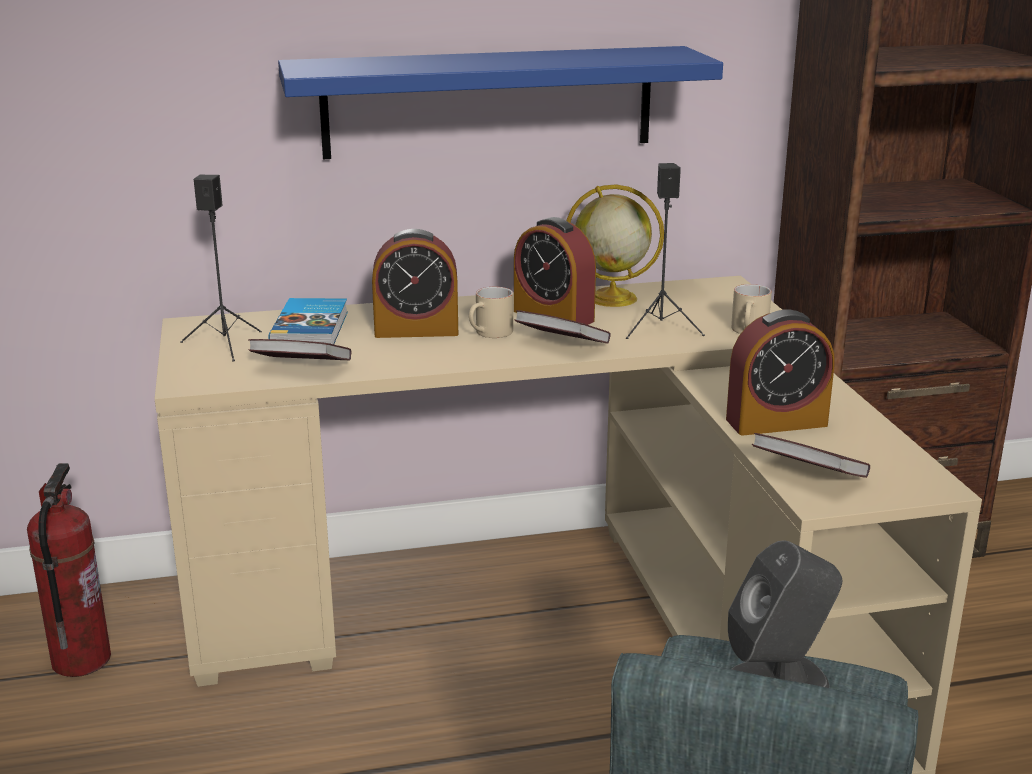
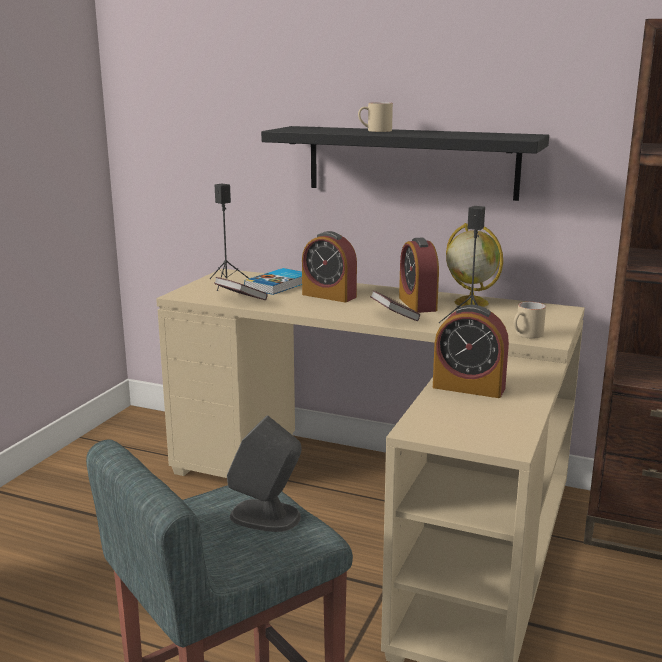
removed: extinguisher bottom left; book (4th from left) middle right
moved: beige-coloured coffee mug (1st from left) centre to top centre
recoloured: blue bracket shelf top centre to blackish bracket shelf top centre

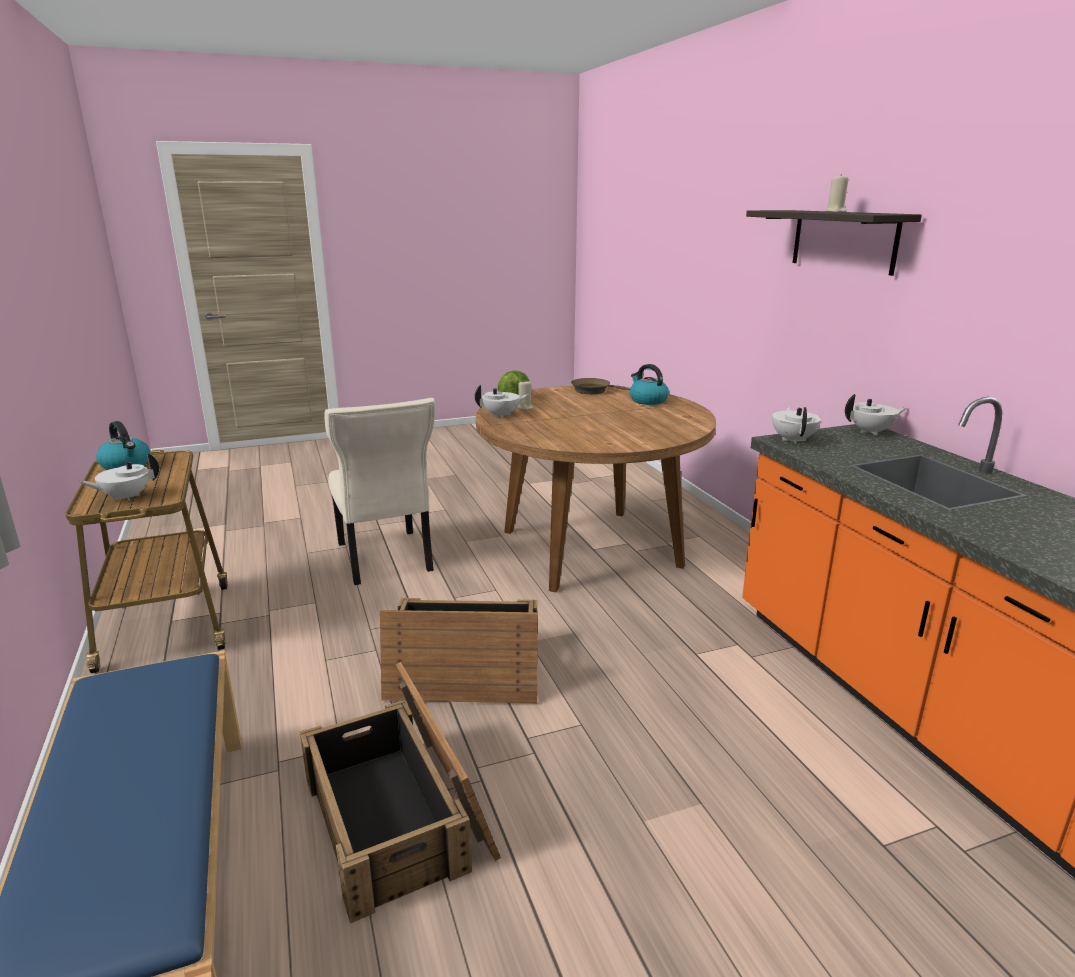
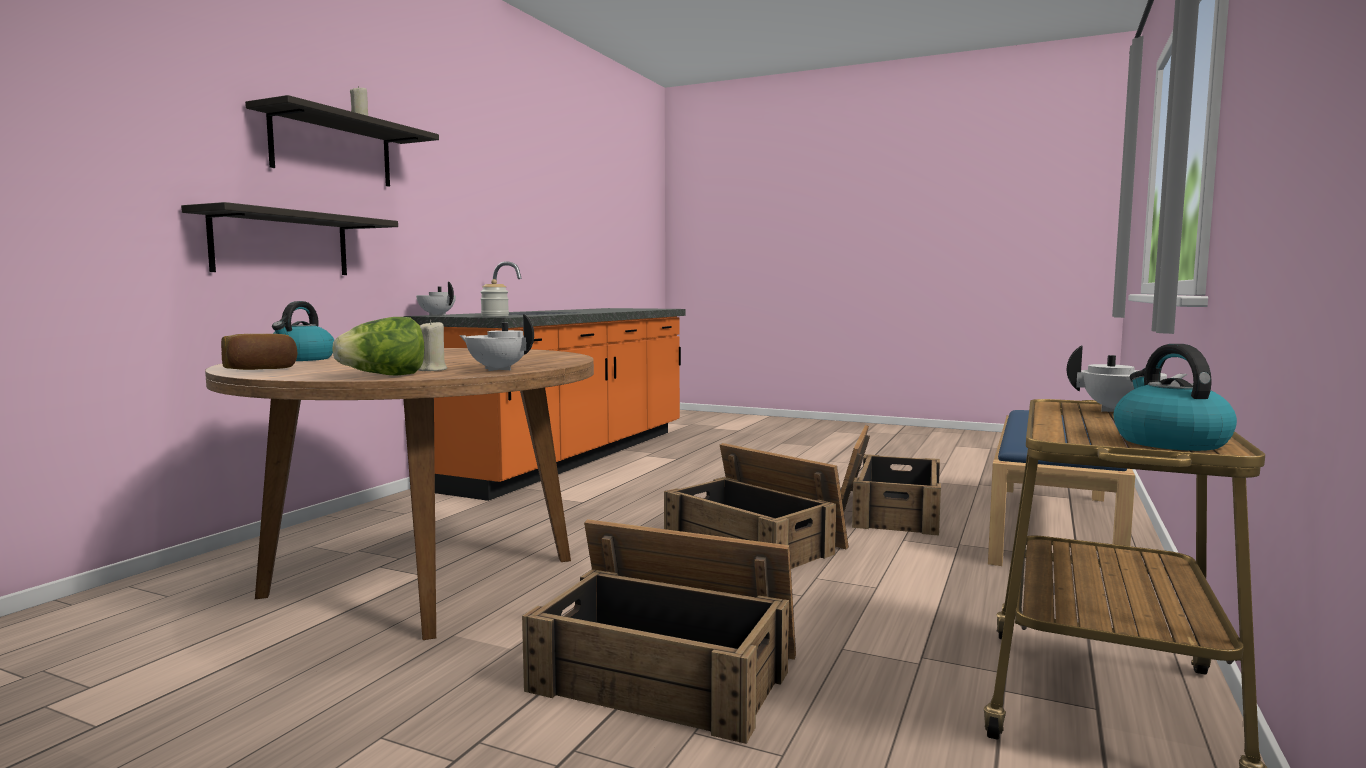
added: bracket shelf (1st from left) top left
replaced: beige-coloured plain chair centre to crate (1st from left) bottom centre; brown-coloured skillet centre to bakery bread middle left; white-coloured tea pot (3rd from left) middle right to storage jar centre

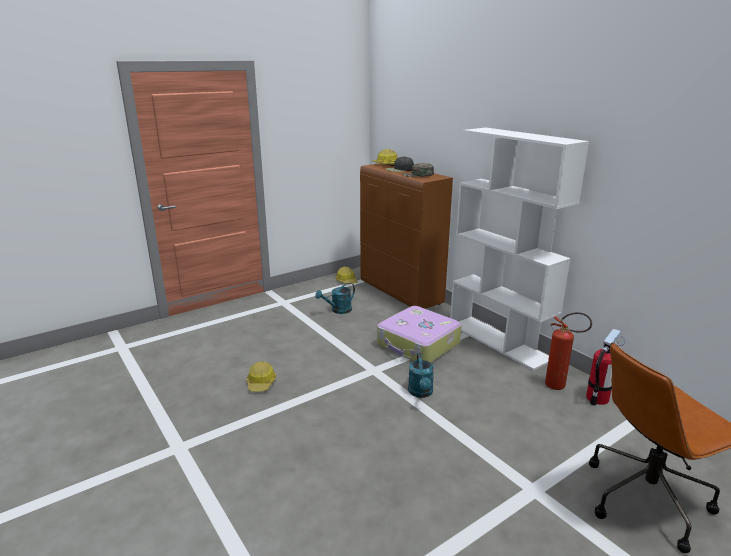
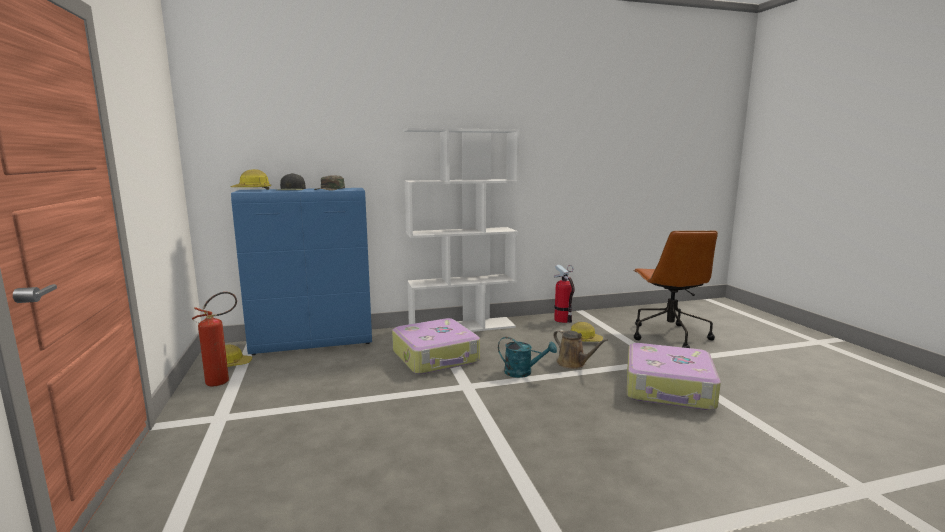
removed: blue-green sprinkling can (1st from left) centre
added: brown-coloured sprinkling can centre; travel case (2nd from left) bottom right
moved: work helmet (1st from left in the first image) bottom centre to work helmet (3rd from left) centre; extinguisher (1st from left) middle right to middle left
recoloured: brown-coloured cabinet centre to blue cabinet middle left

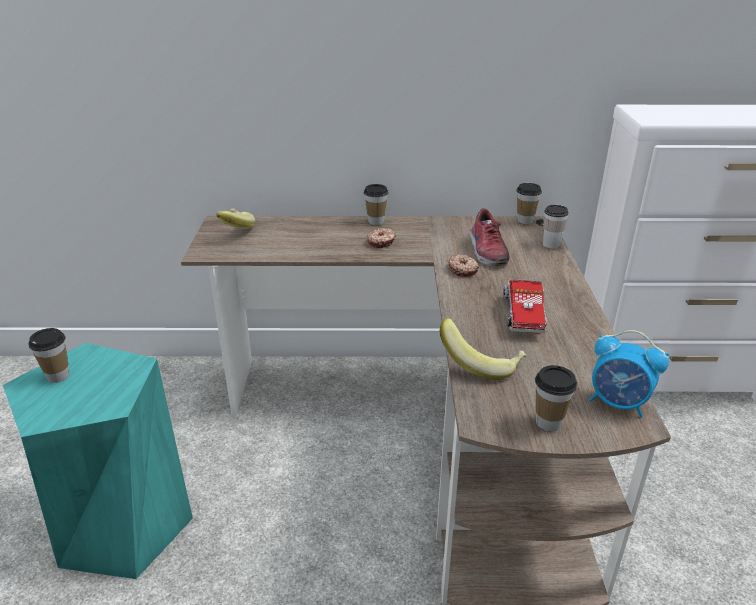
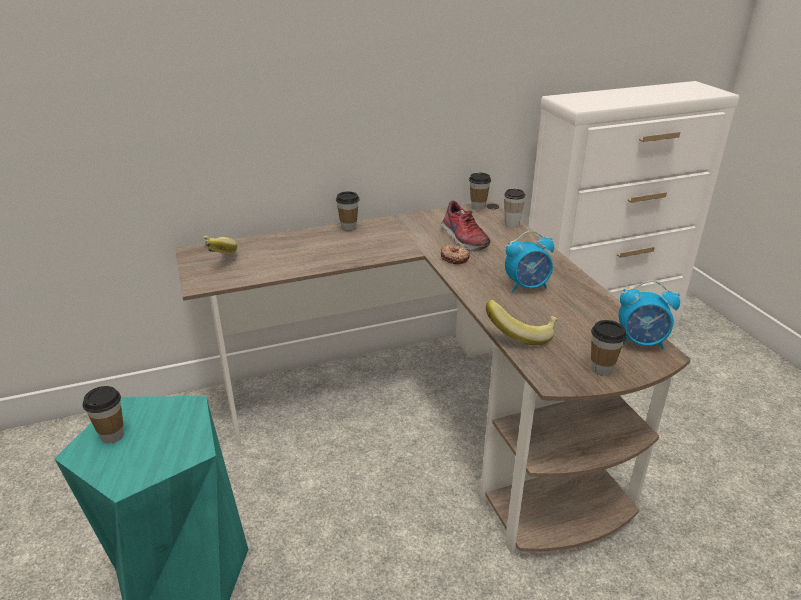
removed: ring doughnut (1st from left) centre
replaced: toy lorry middle right to table clock (1st from left) centre

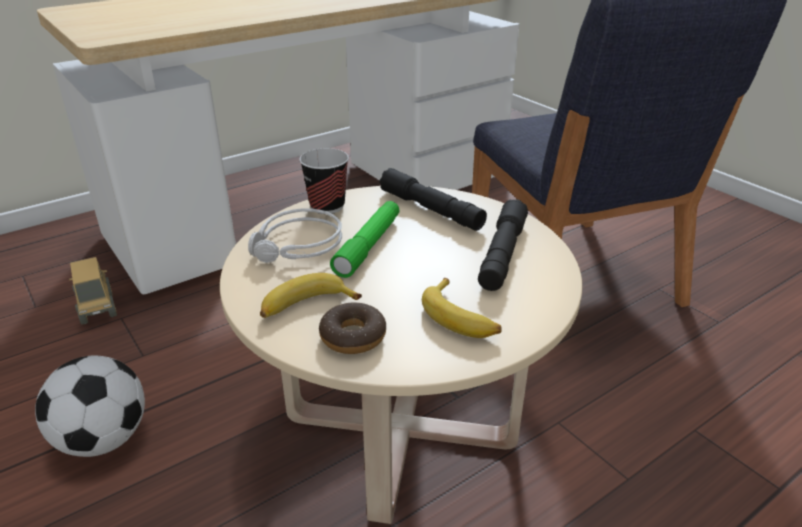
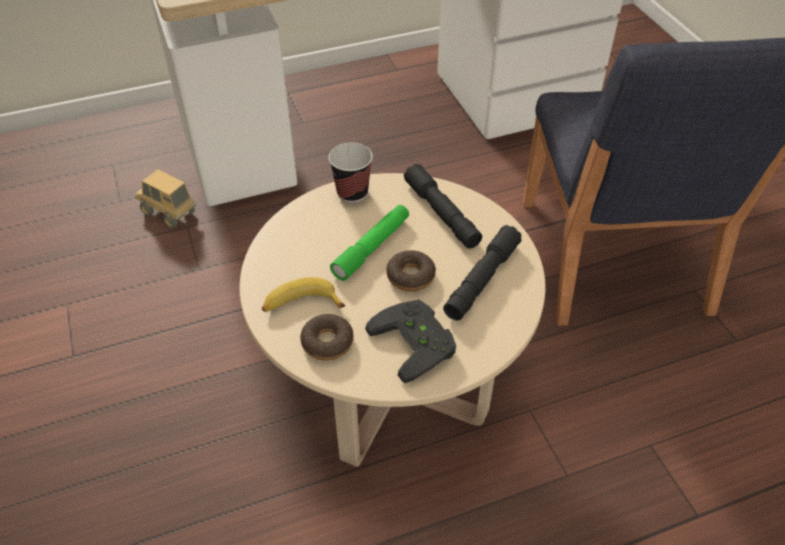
removed: football bottom left; gray headphones centre
added: ring doughnut (2nd from left) centre
replaced: banana (2nd from left) centre to blackish gamepad centre
turned: toy lorry middle left = middle left 45 degrees counterclockwise

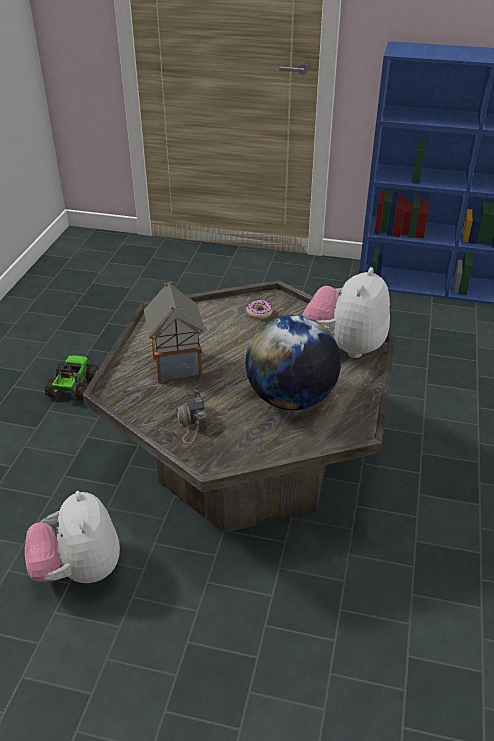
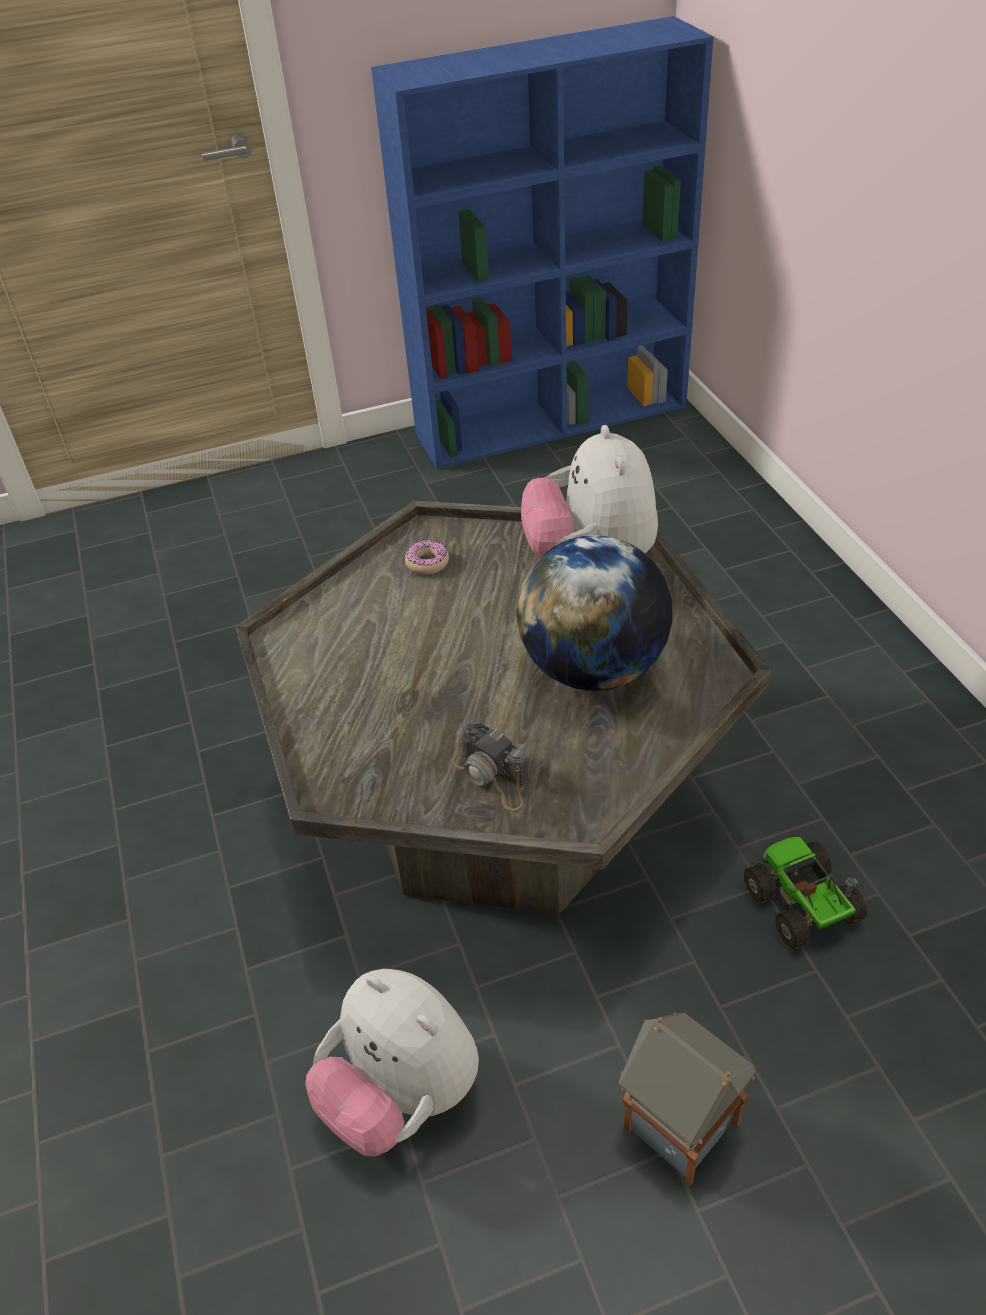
moved: toy lorry middle left to bottom right; miniature house centre to bottom right

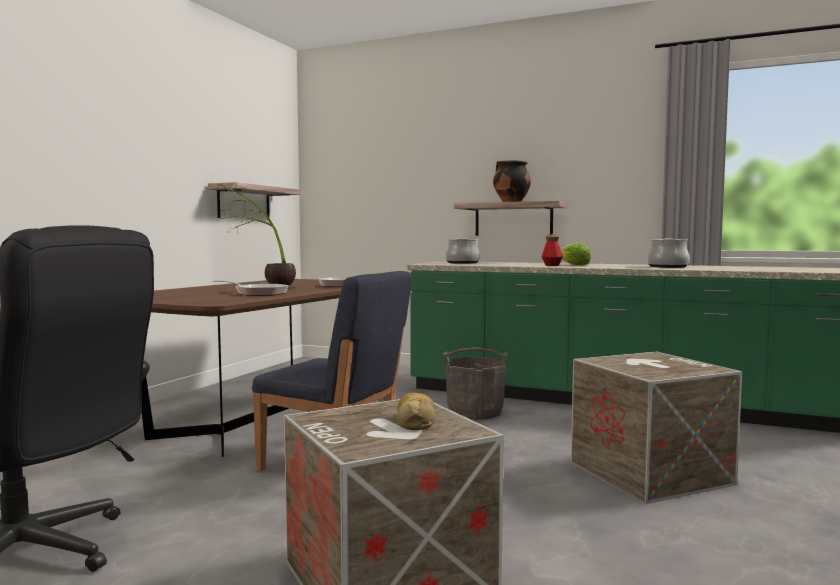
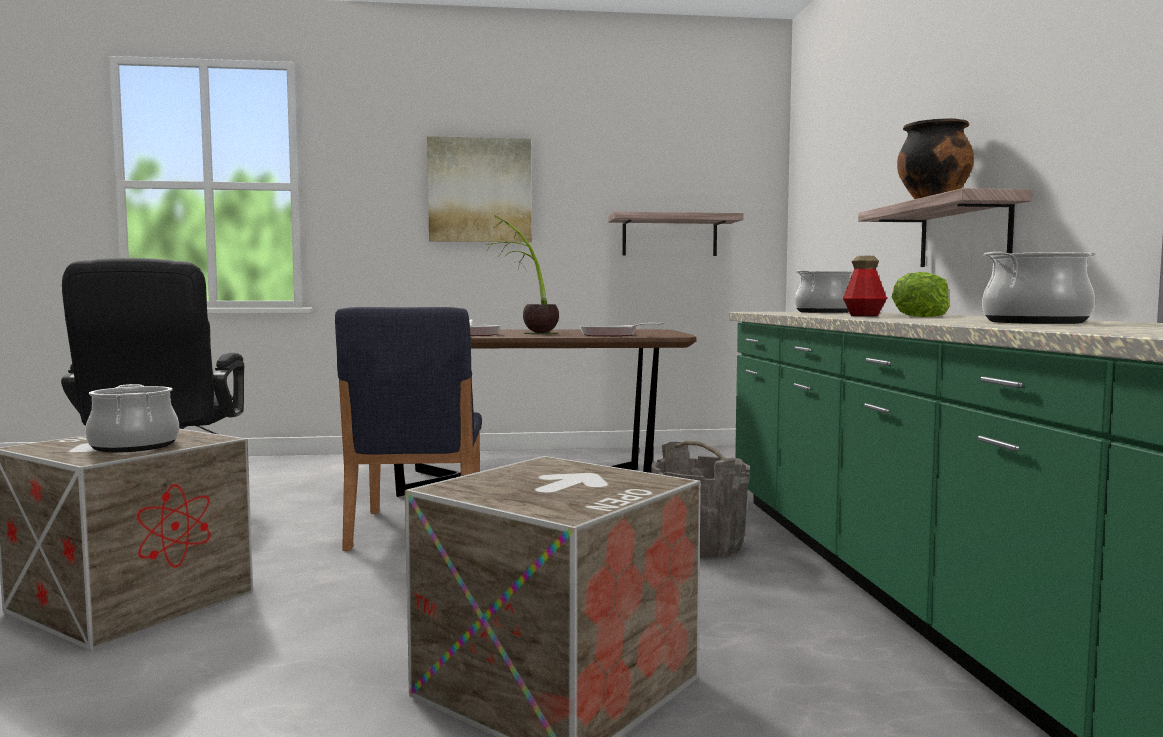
added: picture top centre
replaced: bakery bread bottom centre to cooking pot (1st from left) middle left

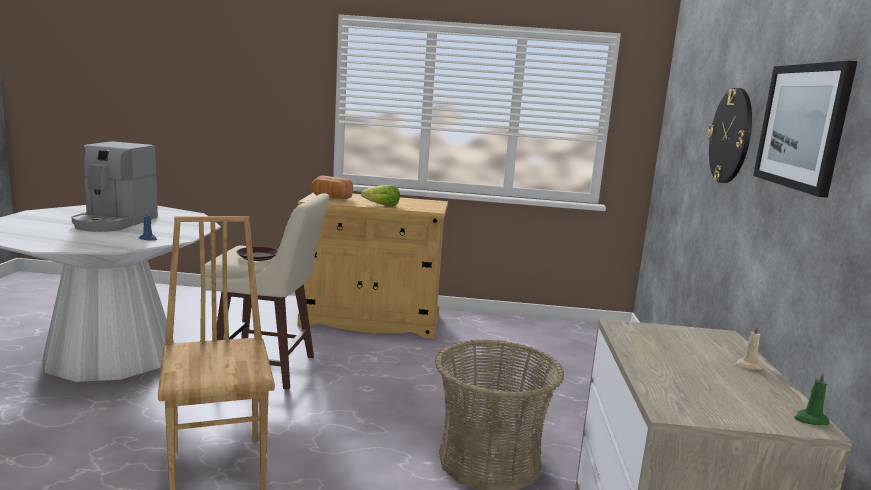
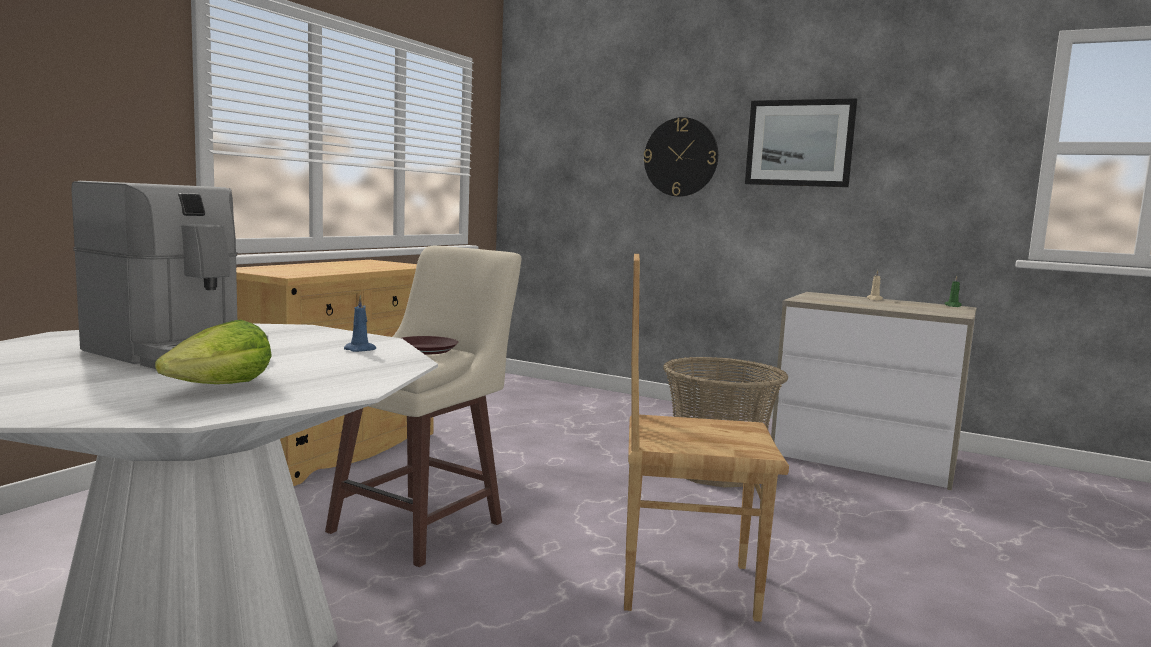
removed: bakery bread centre
moved: head of lettuce centre to middle left

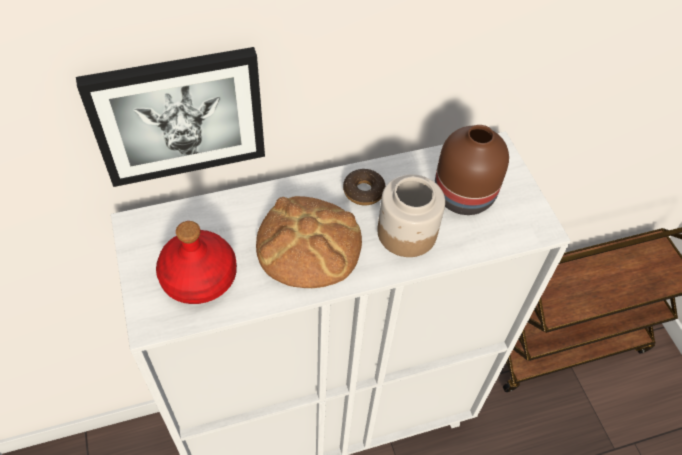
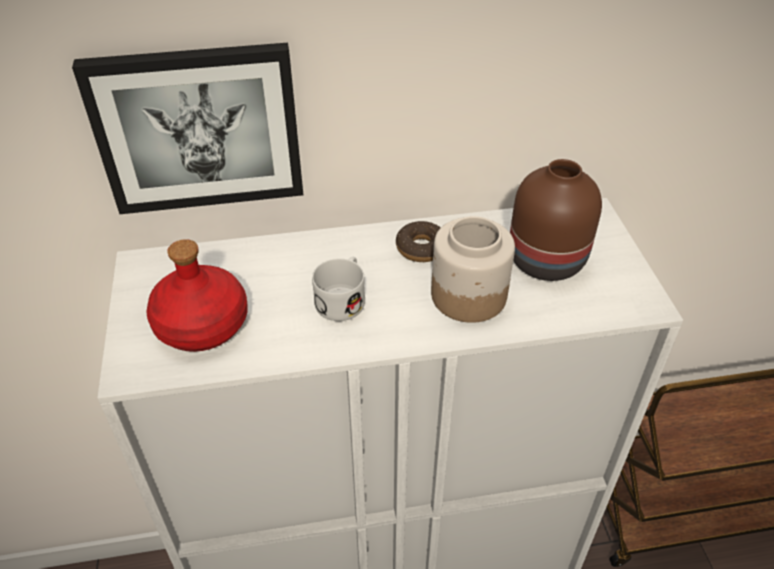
replaced: bakery bread centre to white-coloured coffee mug centre

